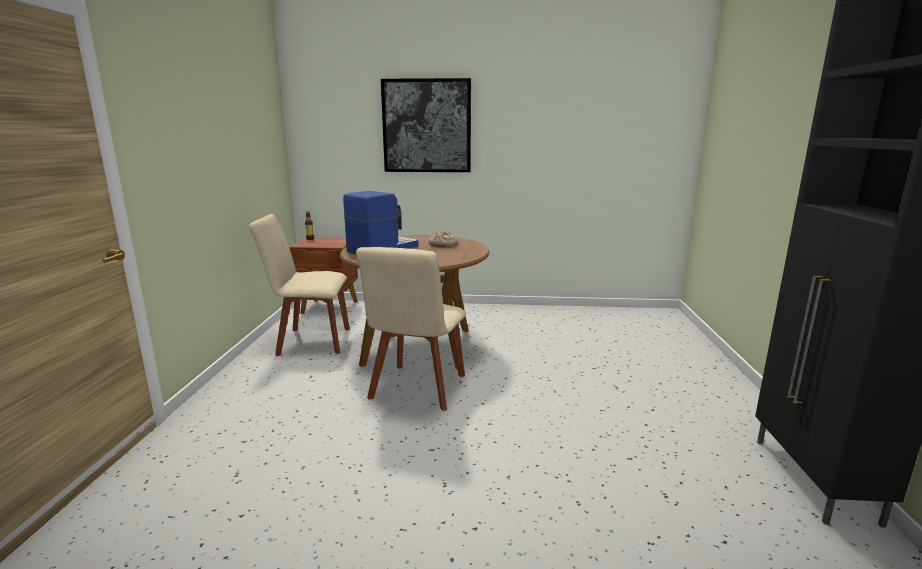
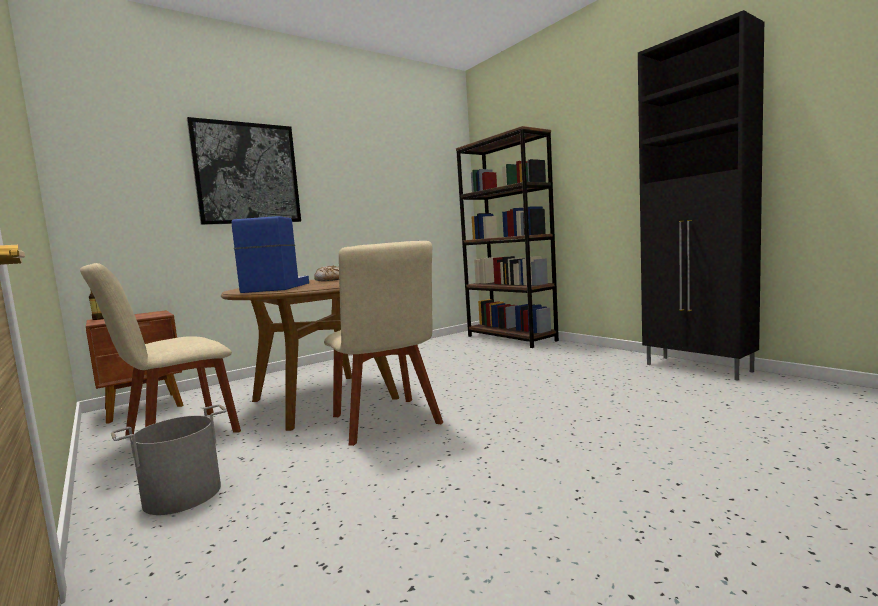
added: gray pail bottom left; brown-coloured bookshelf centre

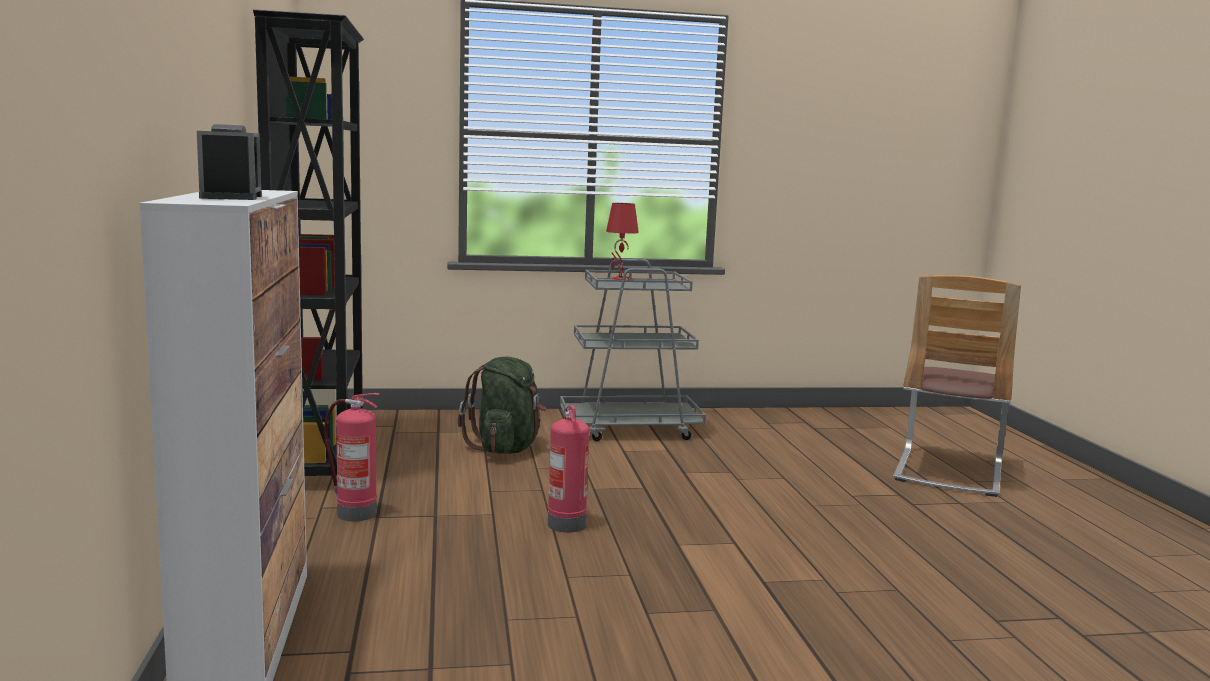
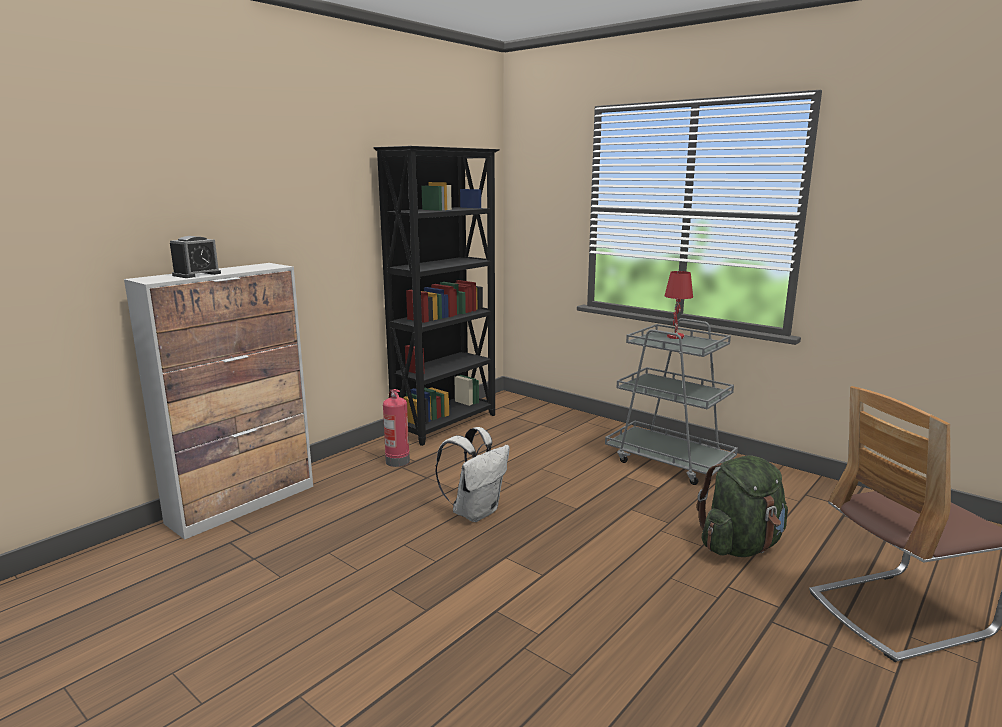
moved: green rucksack centre to bottom right
replaced: extinguisher (2nd from left) bottom centre to white-coloured rucksack centre

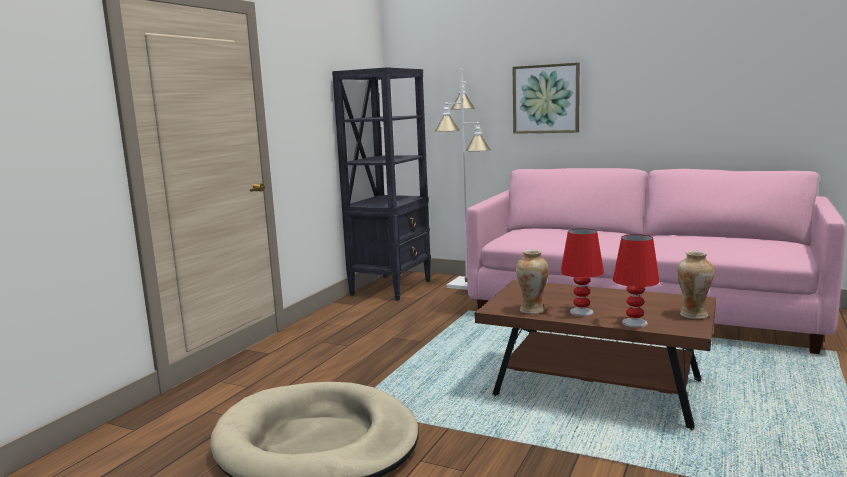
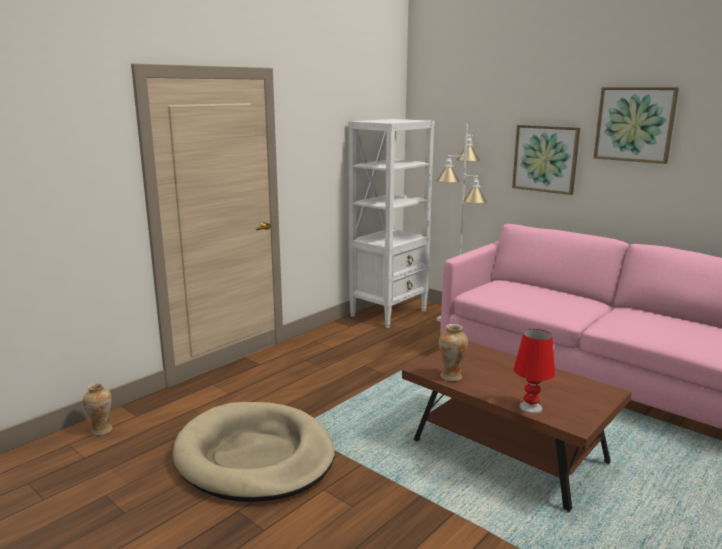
removed: red table lamp (1st from left) middle right
added: picture (2nd from left) top right
moved: decorative vase (2nd from left in the first image) middle right to decorative vase (1st from left) bottom left
recoloured: blackish bookshelf centre to white-coloured bookshelf centre

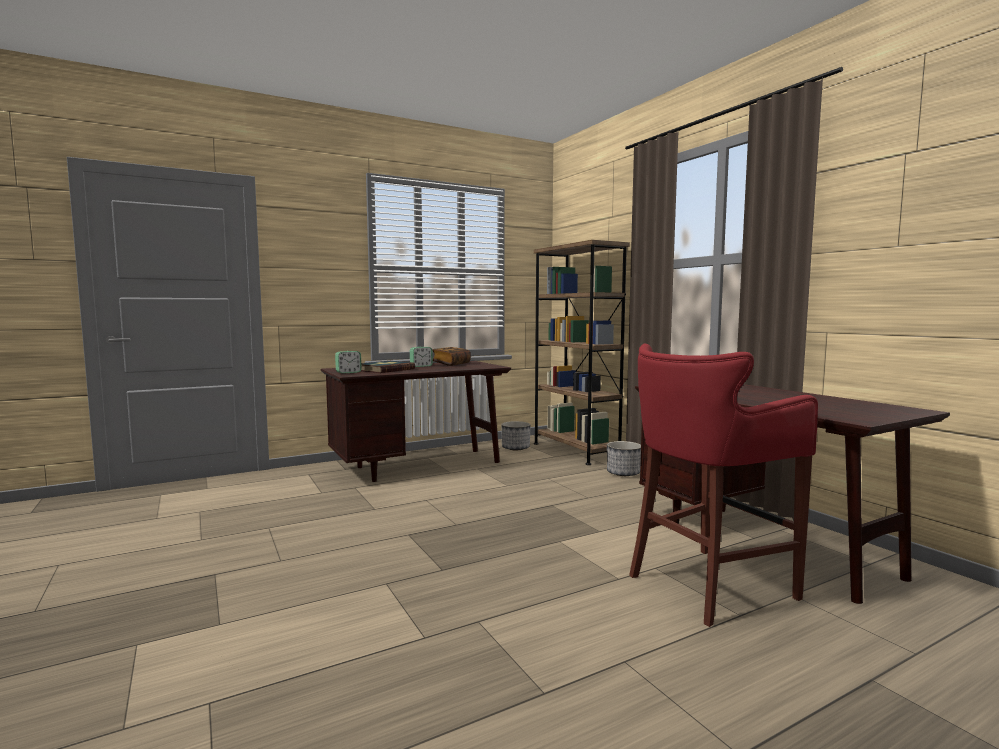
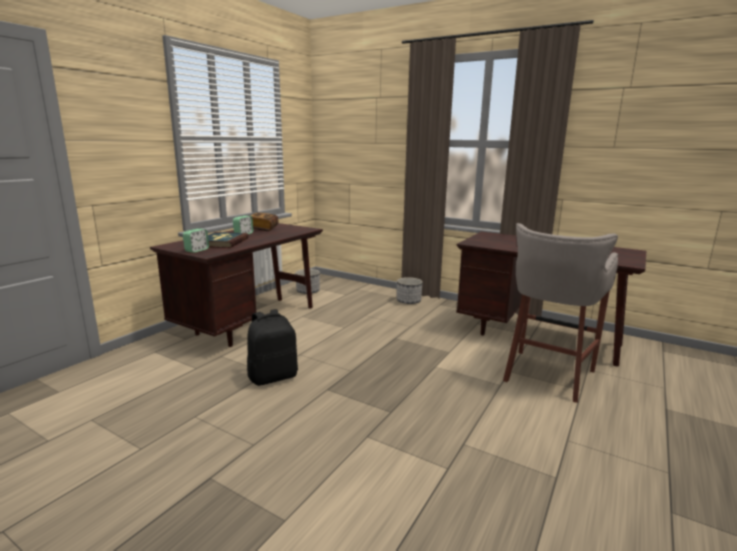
removed: brown-coloured bookshelf centre
added: blackish rucksack centre
recoloured: red sitting stool middle right to gray sitting stool middle right

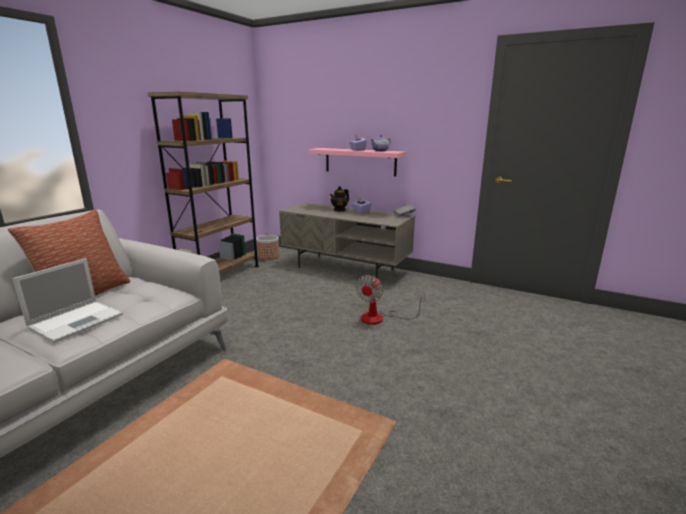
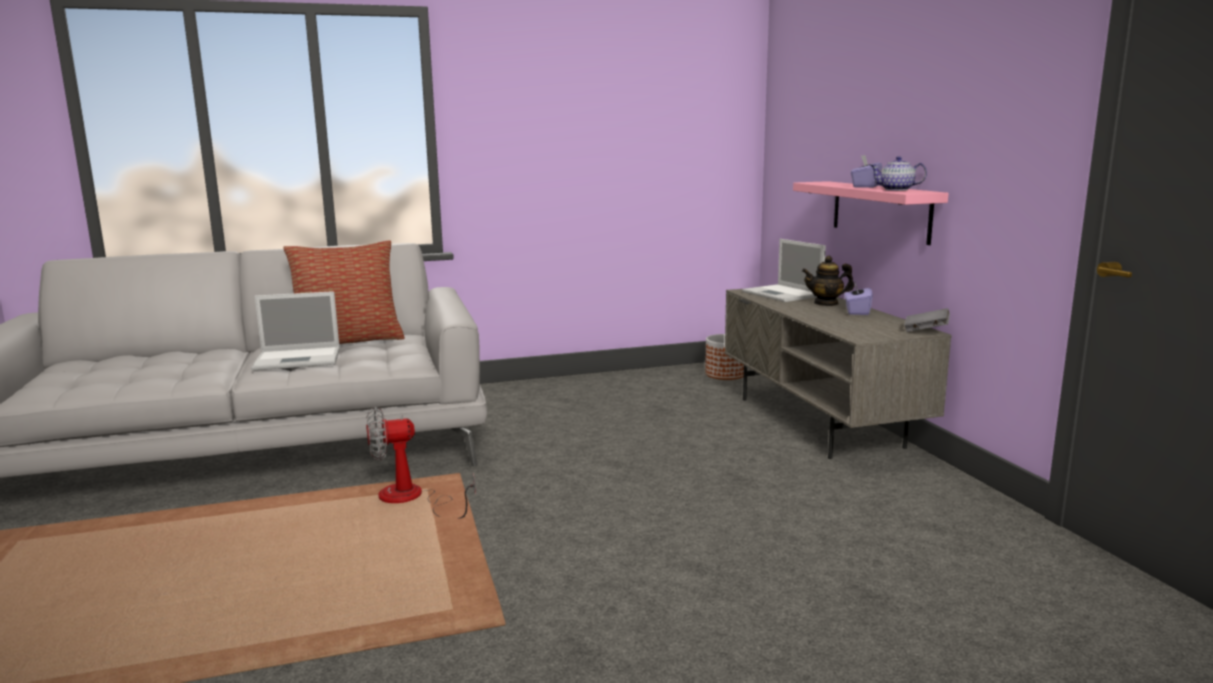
removed: brown-coloured bookshelf middle left
added: laptop (2nd from left) centre
moved: fan centre to bottom centre

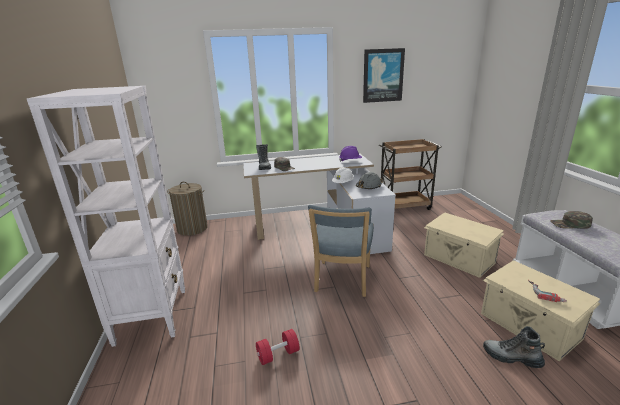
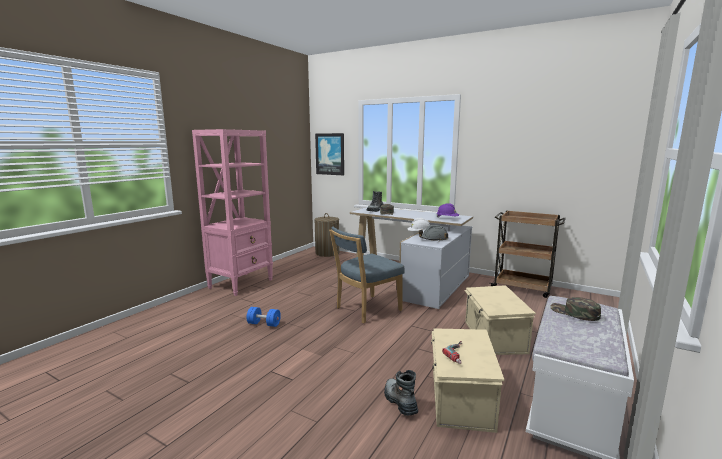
moved: picture top centre to centre
recoloured: white-coloured bookshelf middle left to pink bookshelf middle left; red dumbbell bottom centre to blue dumbbell bottom centre

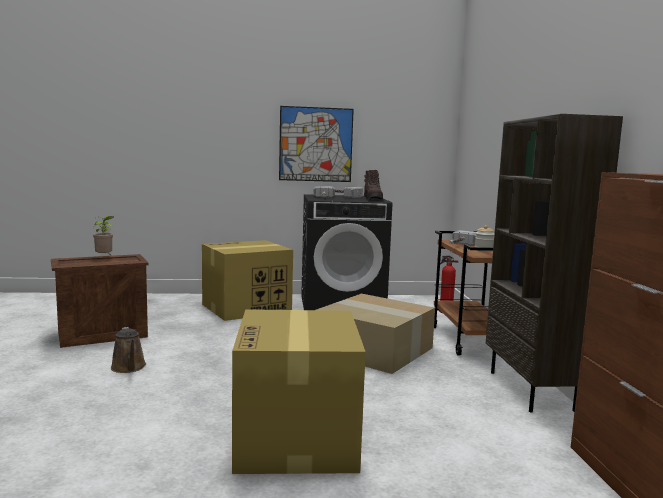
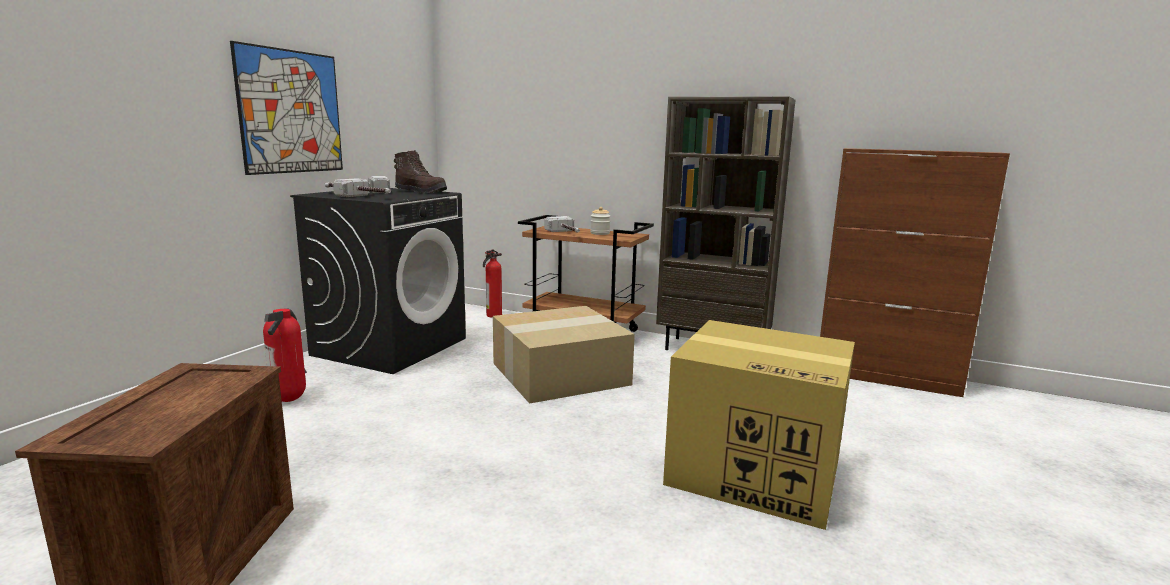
removed: potted plant middle left; brown-coloured sprinkling can bottom left
replaced: cardboard box (1st from left) centre to extinguisher (1st from left) middle left

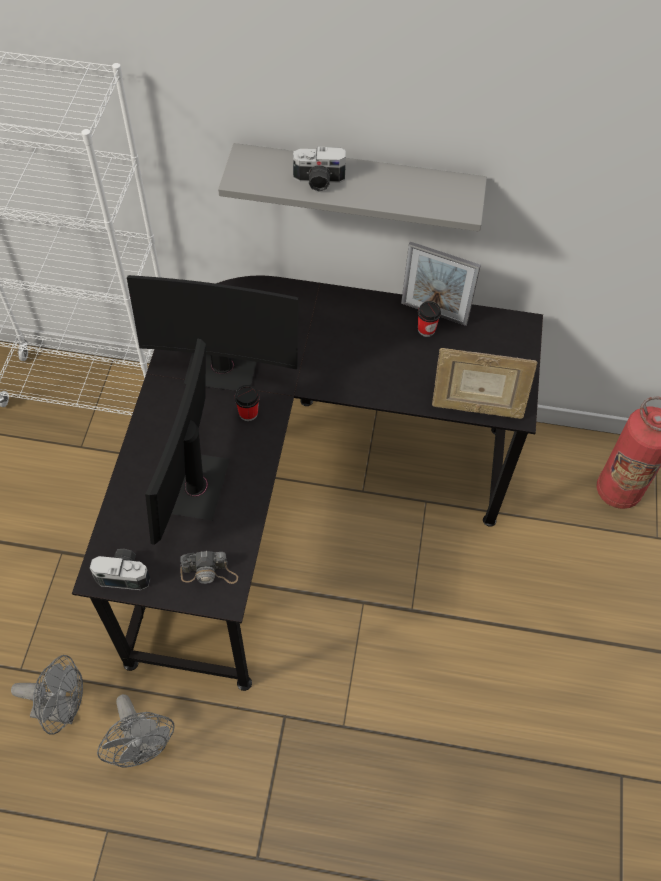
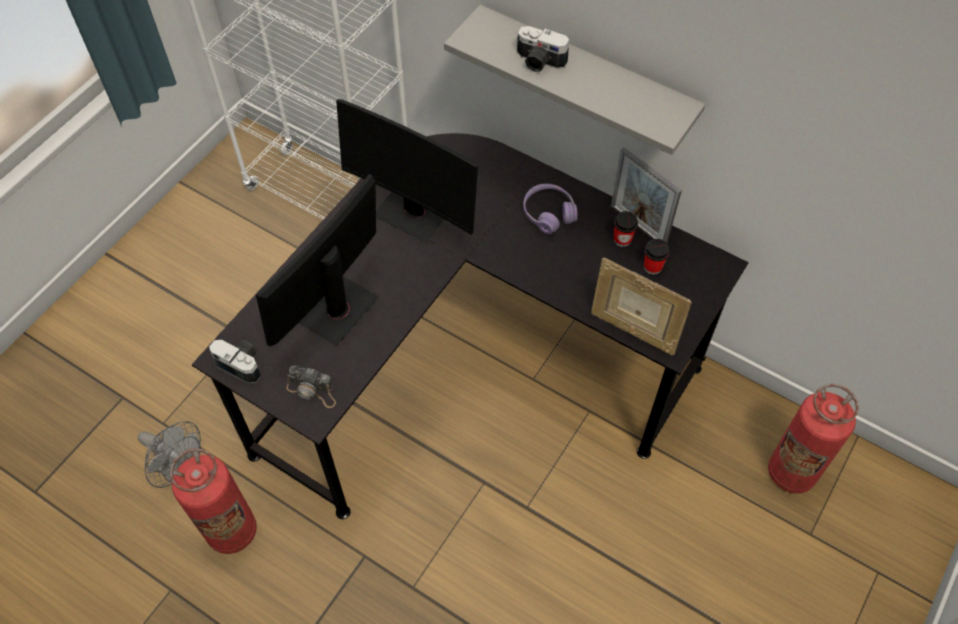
added: purple-coloured headphones centre
moved: drinking cup (1st from left in the first image) centre to drinking cup (2nd from left) middle right
replaced: gray fan (2nd from left) bottom left to extinguisher (1st from left) bottom left

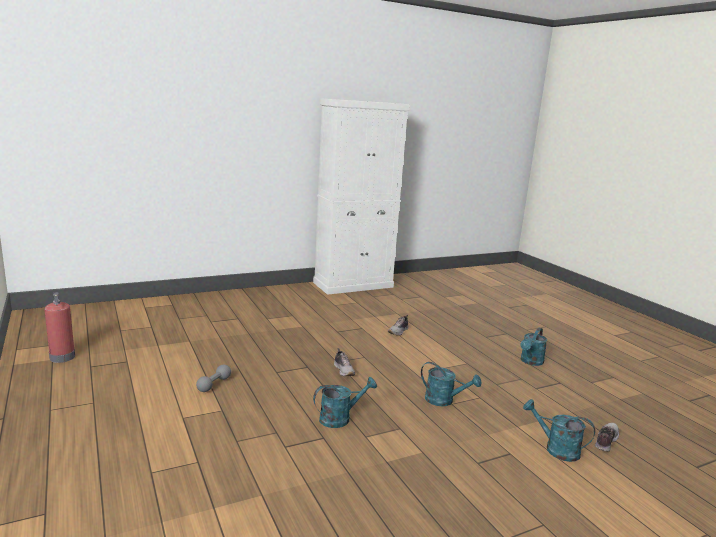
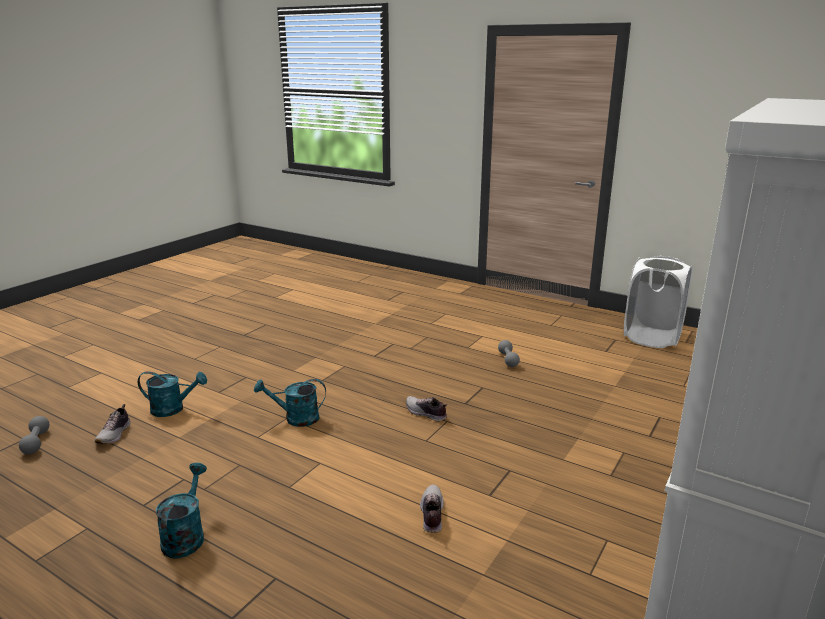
removed: blue-green sprinkling can (1st from left) bottom centre
added: gray dumbbell (1st from left) bottom left
replaced: extinguisher middle left to white-coloured hamper middle right

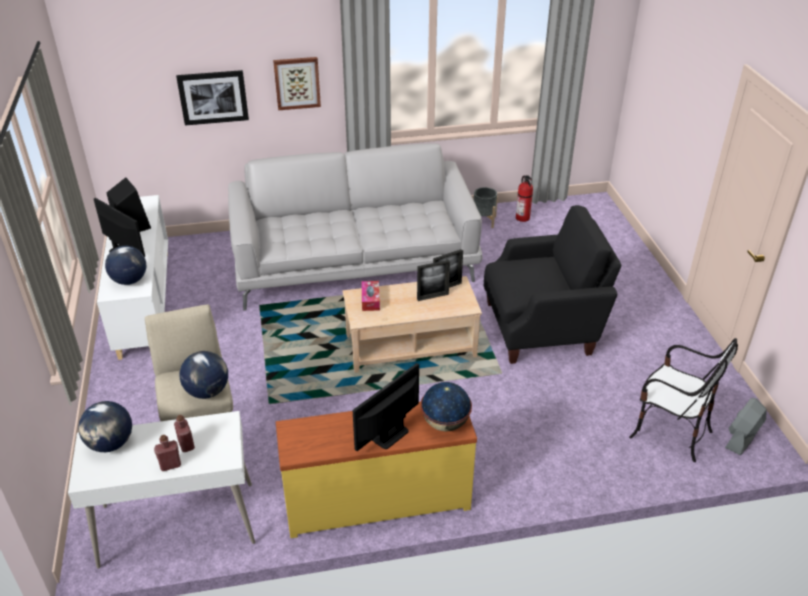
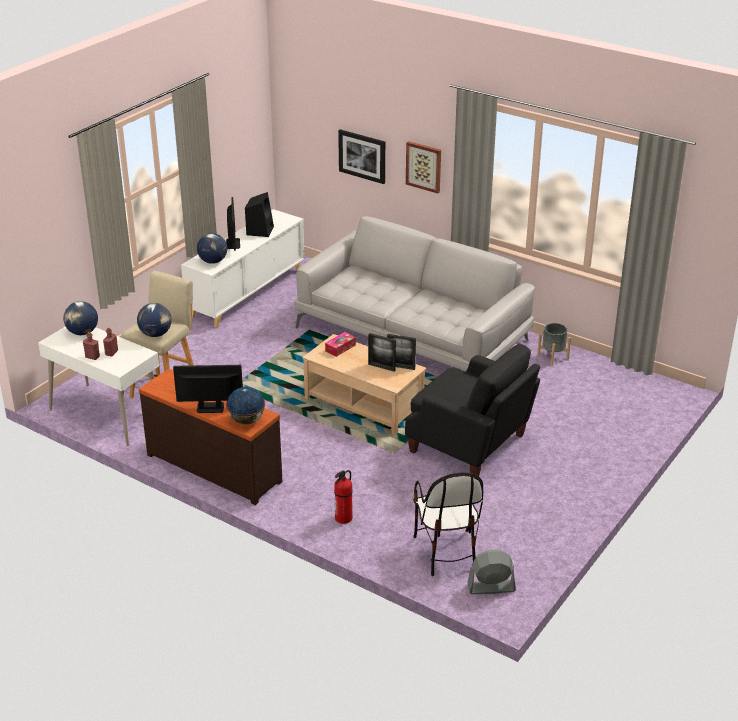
moved: extinguisher top centre to bottom centre
recoloured: yellowish drawer chest bottom centre to brown-coloured drawer chest middle left

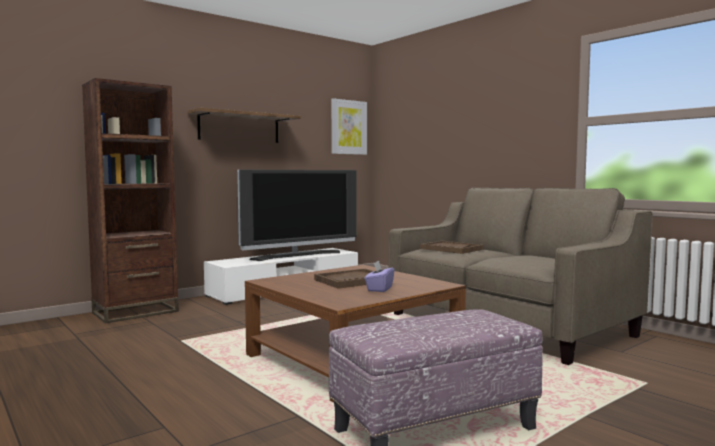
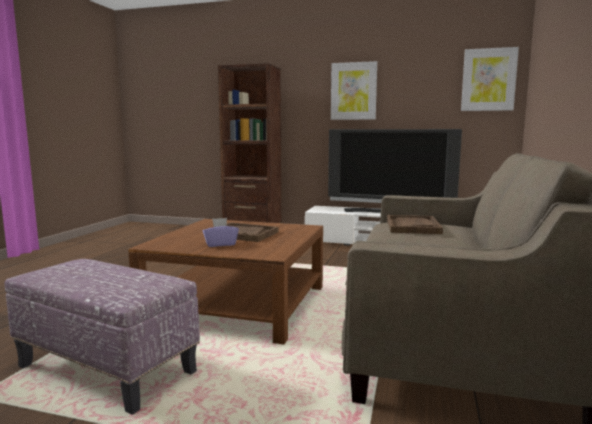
replaced: bracket shelf top centre to picture (1st from left) top centre

